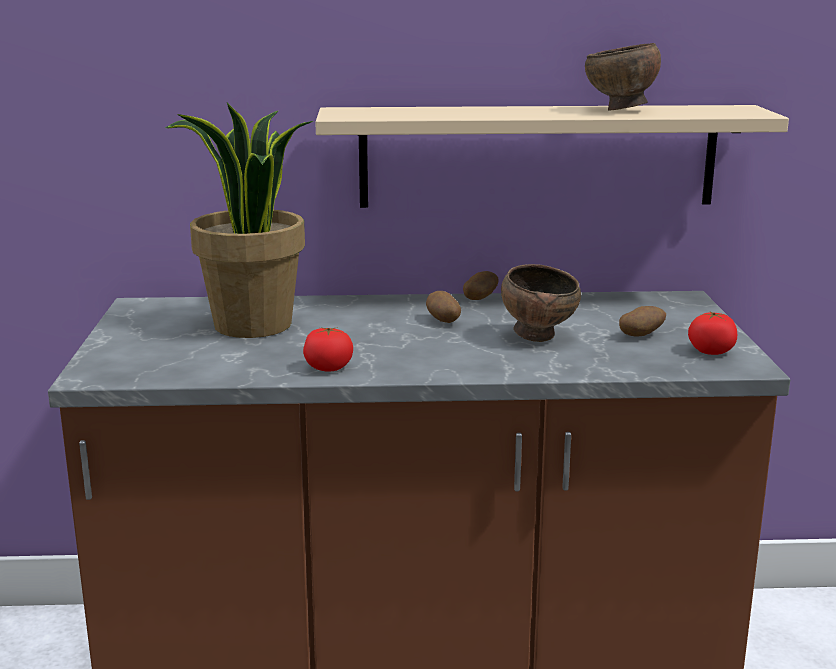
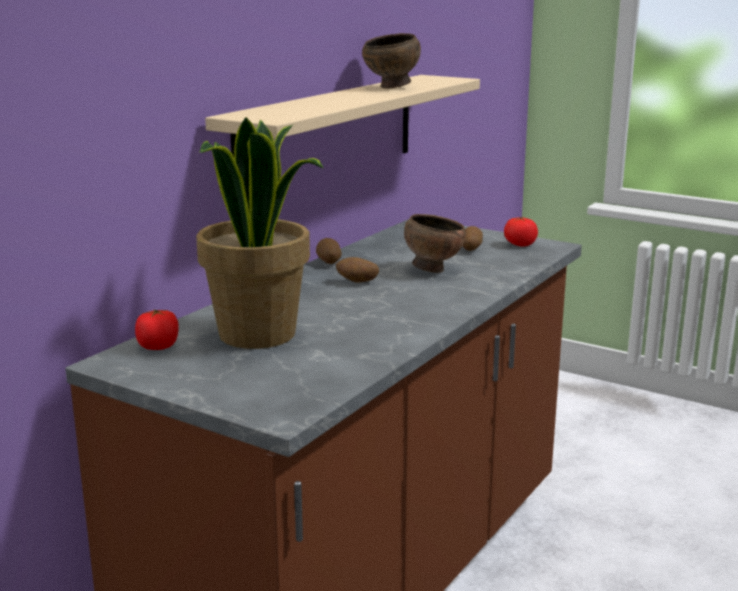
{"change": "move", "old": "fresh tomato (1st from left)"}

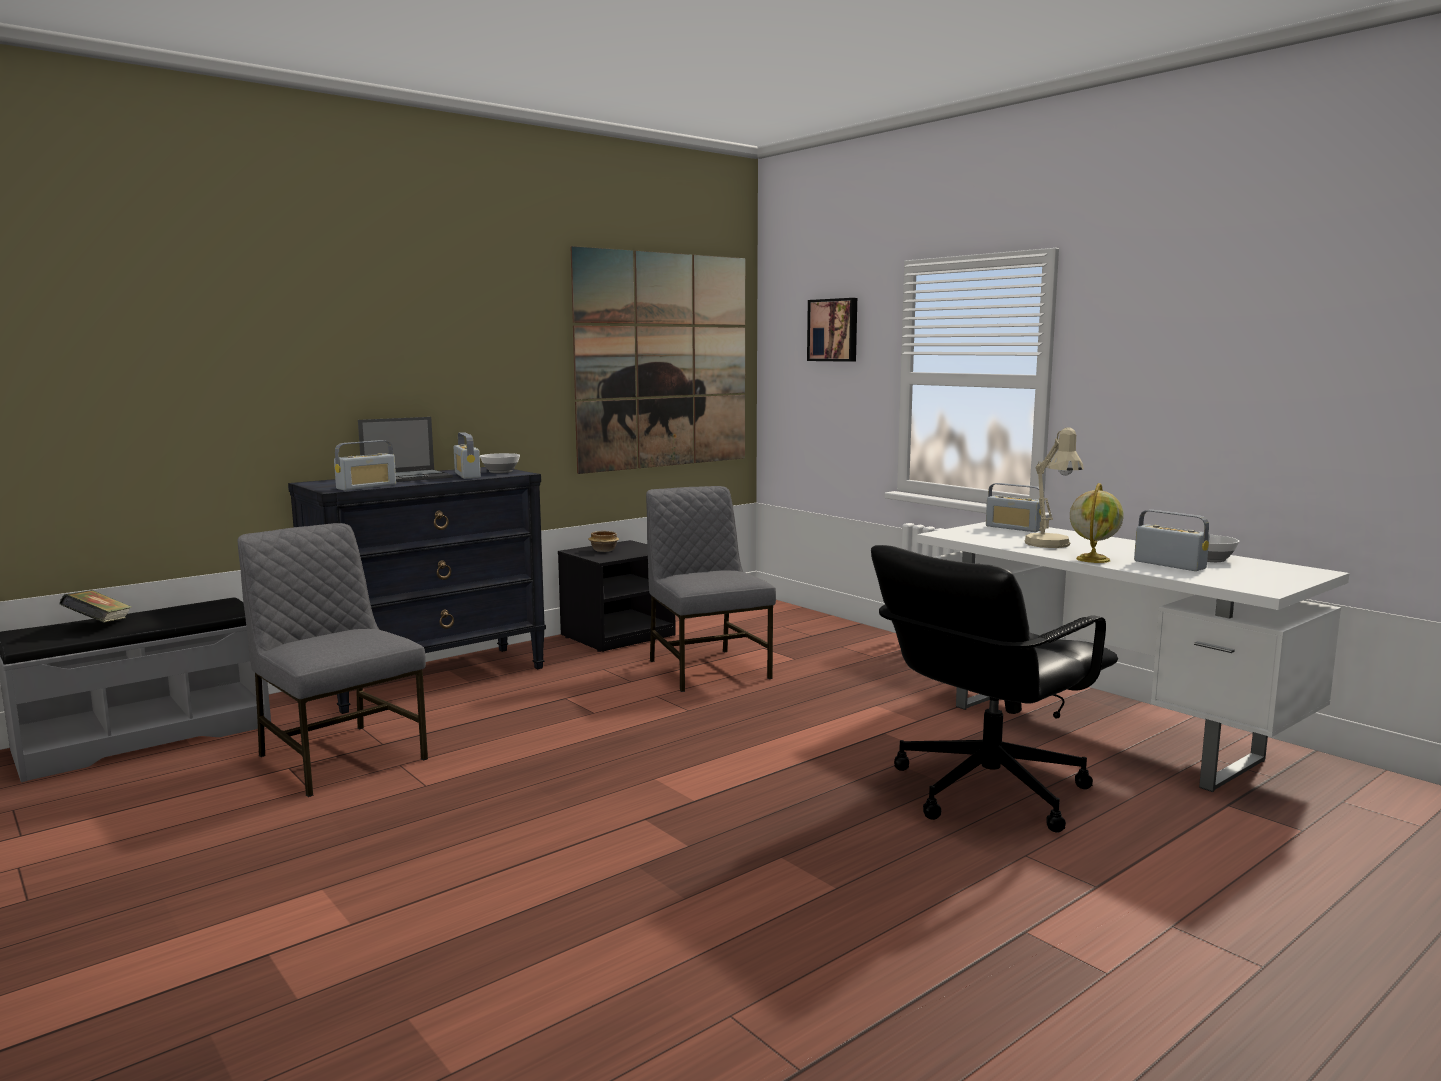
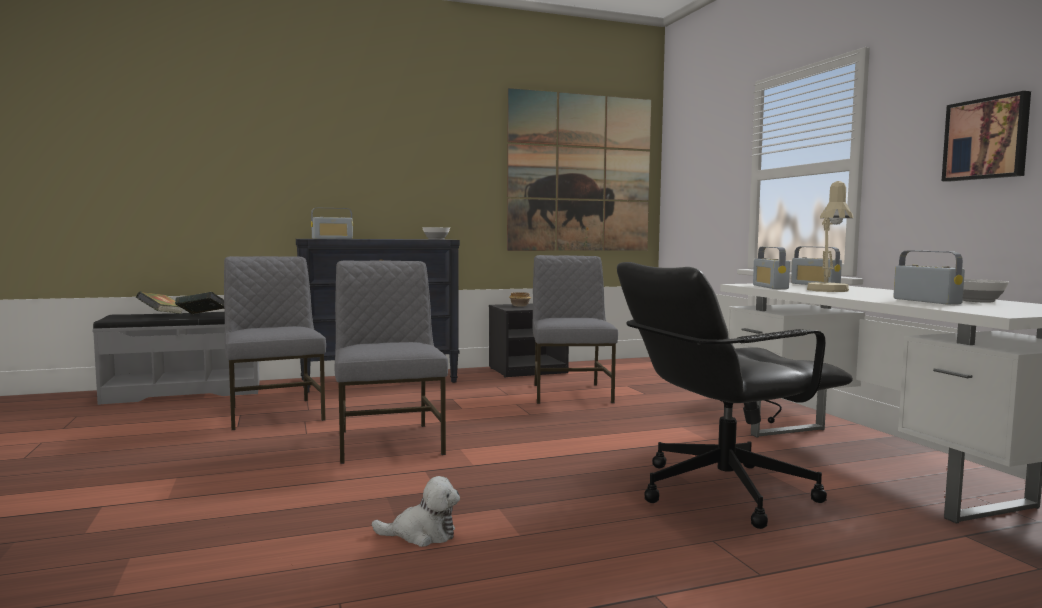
{"change": "delete", "old": "notebook computer"}
{"change": "move", "old": "radio set (2nd from left)"}
{"change": "move", "old": "wall art (2nd from left)"}
{"change": "delete", "old": "globe"}
{"change": "insert", "new": "volume (2nd from left)"}
{"change": "insert", "new": "plain chair in grey (2nd from left)"}
{"change": "insert", "new": "cuddly toy"}

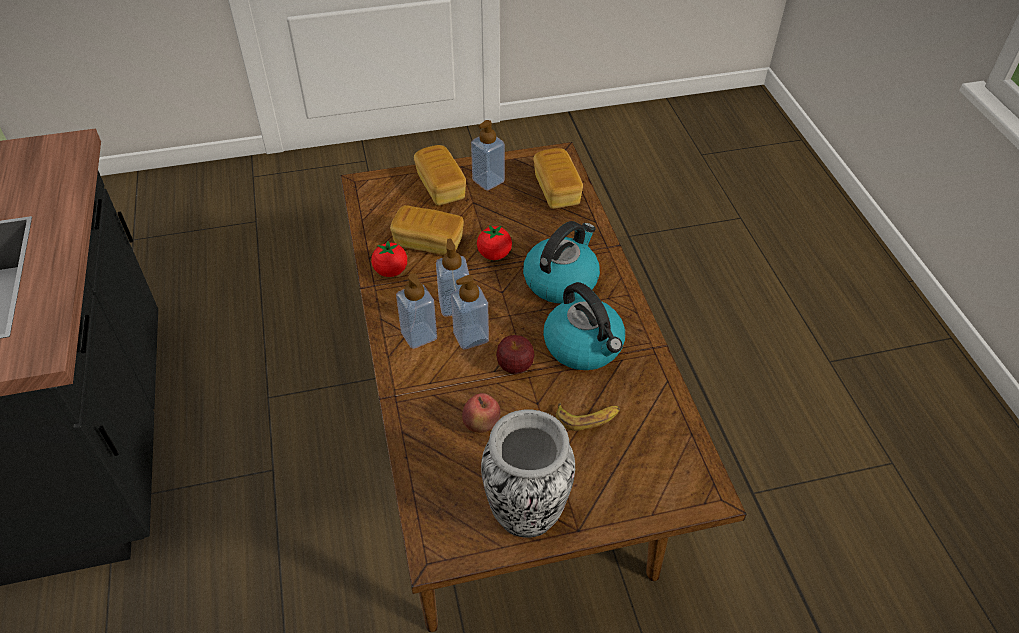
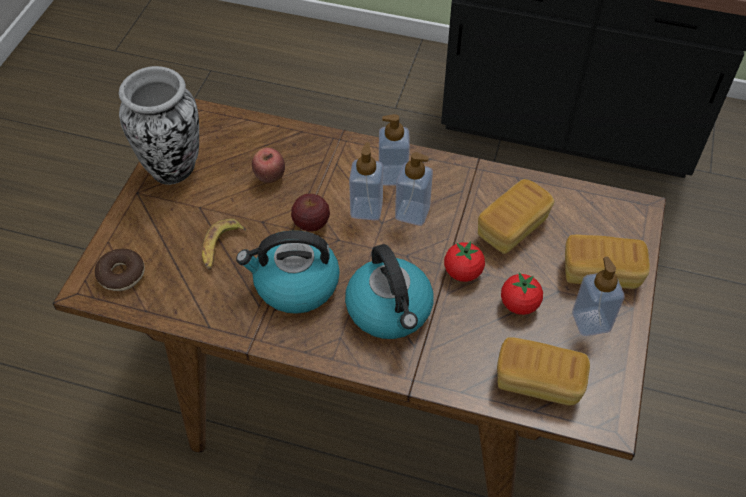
{"change": "move", "old": "fresh tomato (1st from left in the first image)", "new": "fresh tomato (2nd from left)"}
{"change": "insert", "new": "doughnut"}

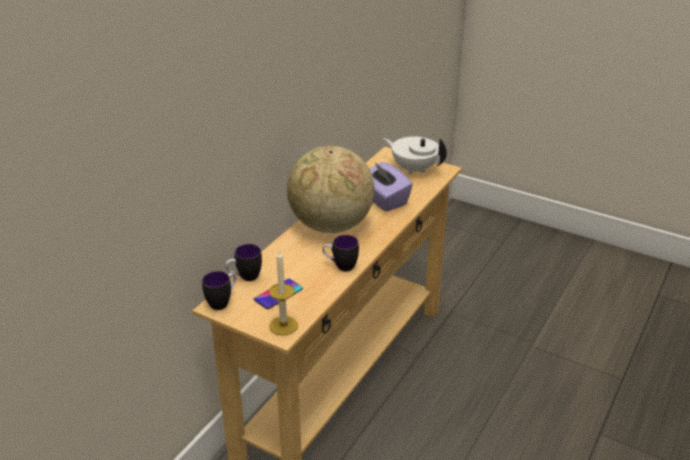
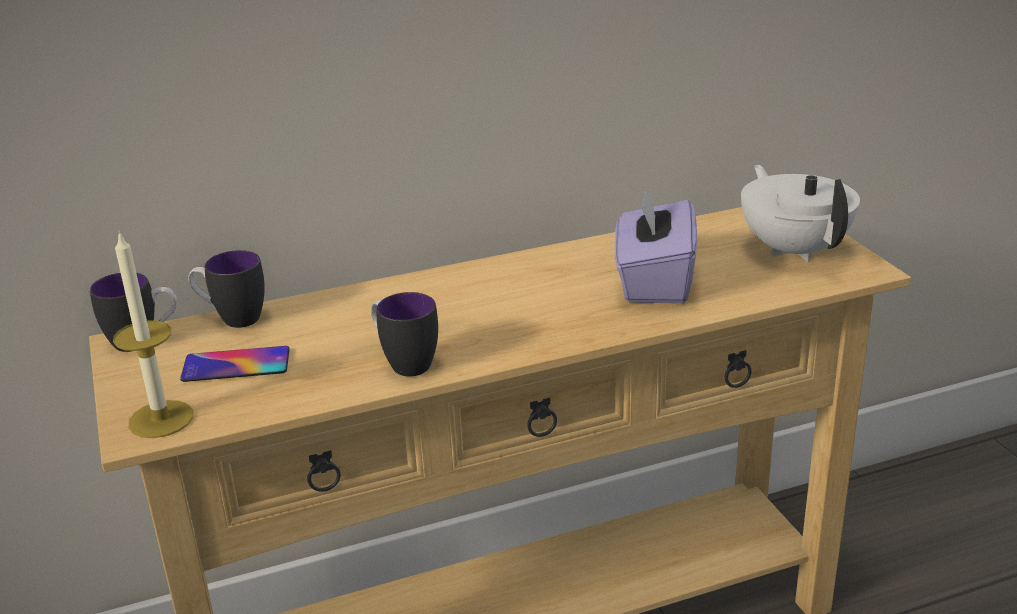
{"change": "delete", "old": "globe"}

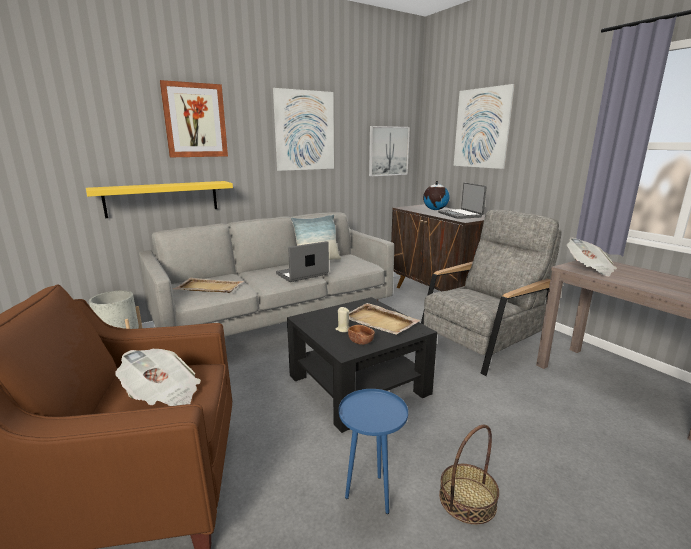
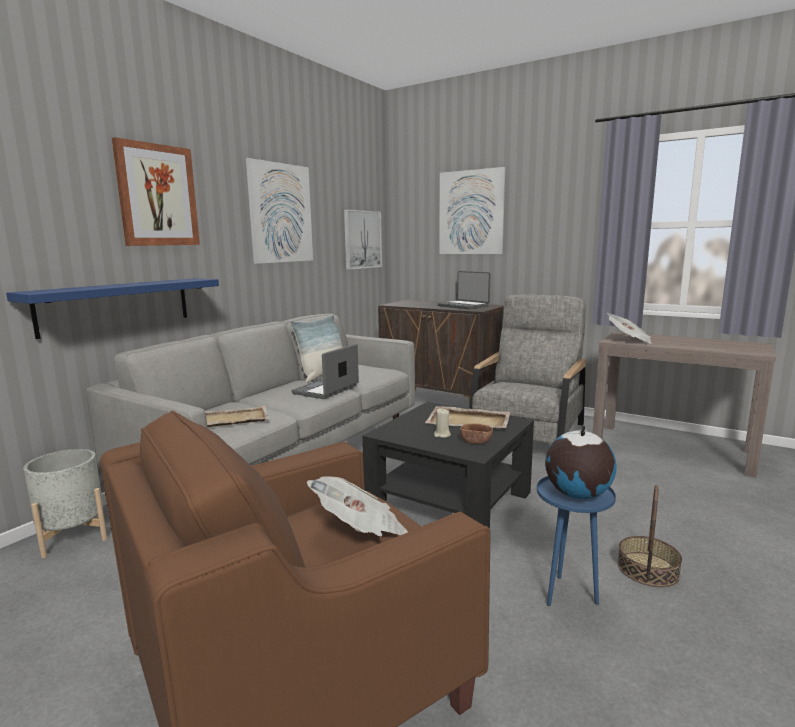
{"change": "recolor", "old": "shelf in yellow", "new": "shelf in blue"}
{"change": "move", "old": "globe"}

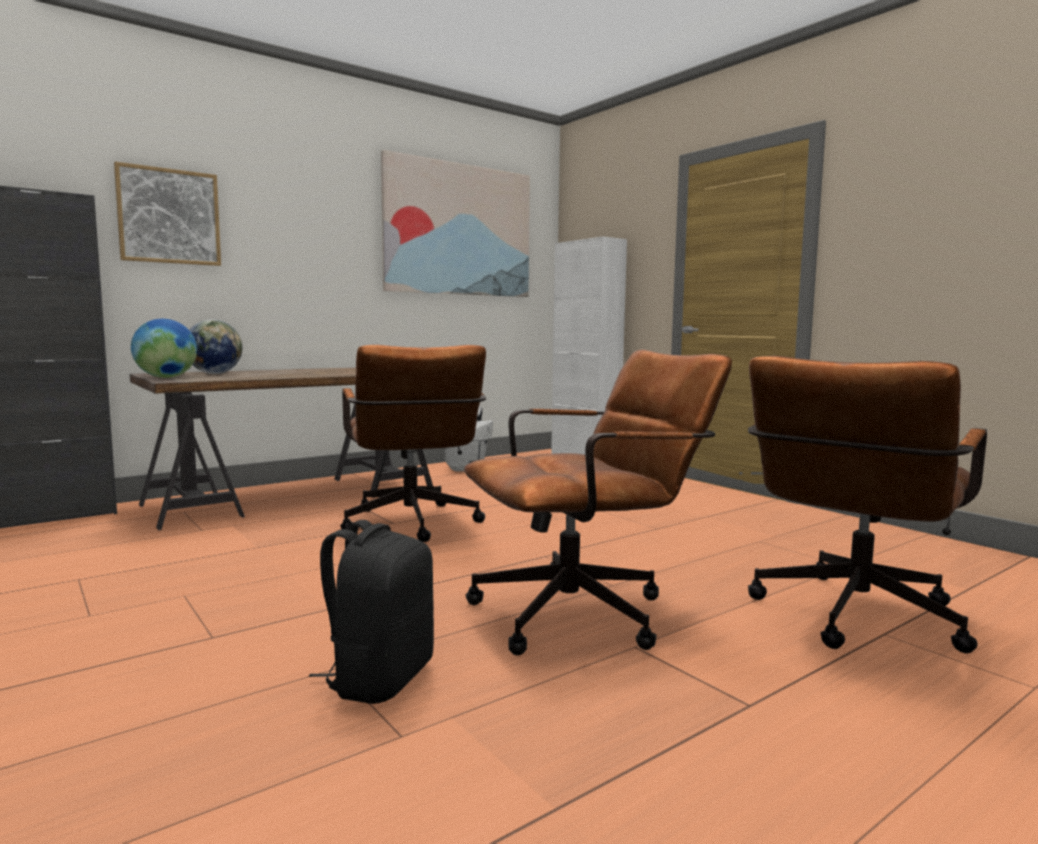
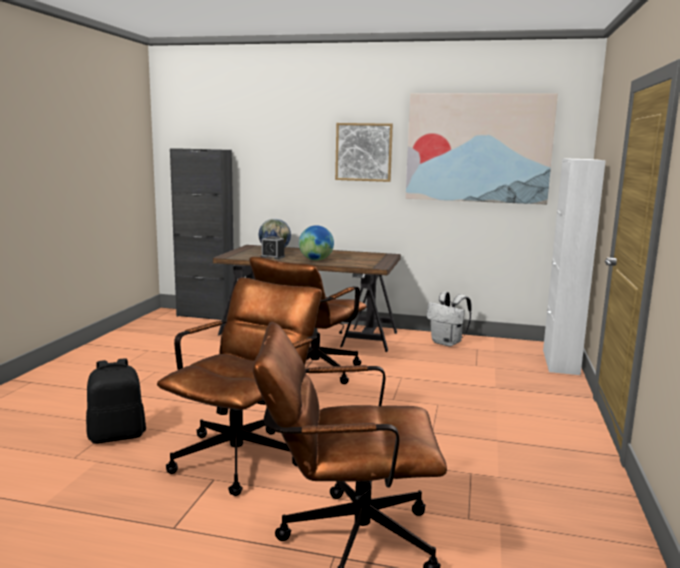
{"change": "move", "old": "wall art (1st from left)"}
{"change": "move", "old": "globe (1st from left in the first image)", "new": "globe (2nd from left)"}
{"change": "rotate", "old": "desk chair in brown (2nd from left in the first image)", "degrees": -90}
{"change": "insert", "new": "bedside clock"}

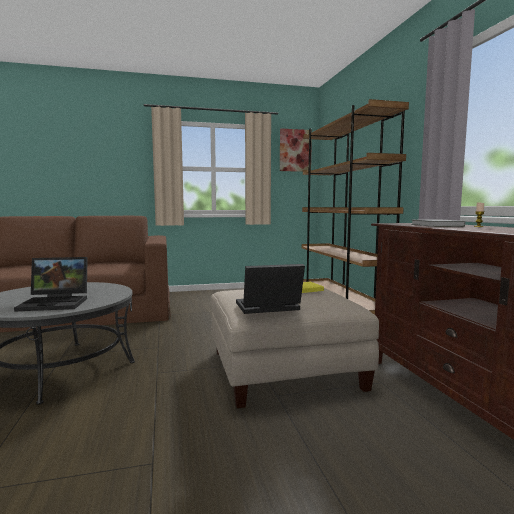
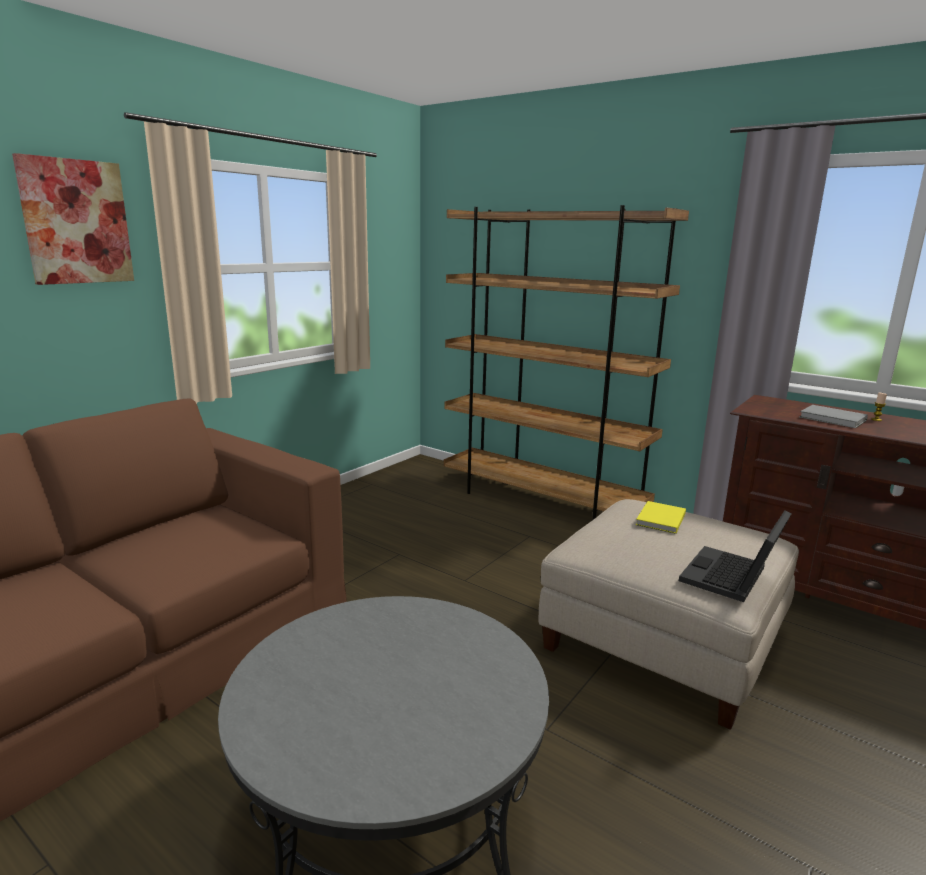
{"change": "delete", "old": "notebook computer (1st from left)"}
{"change": "move", "old": "wall art"}

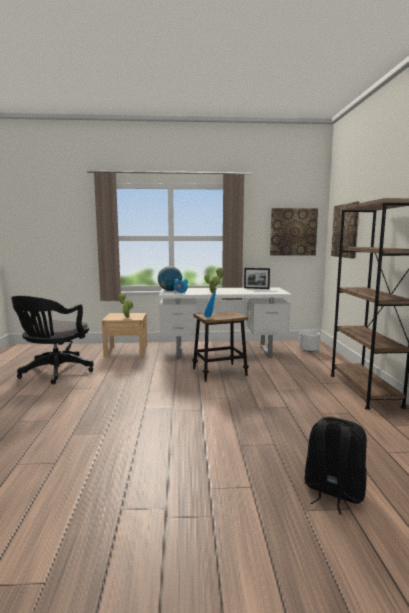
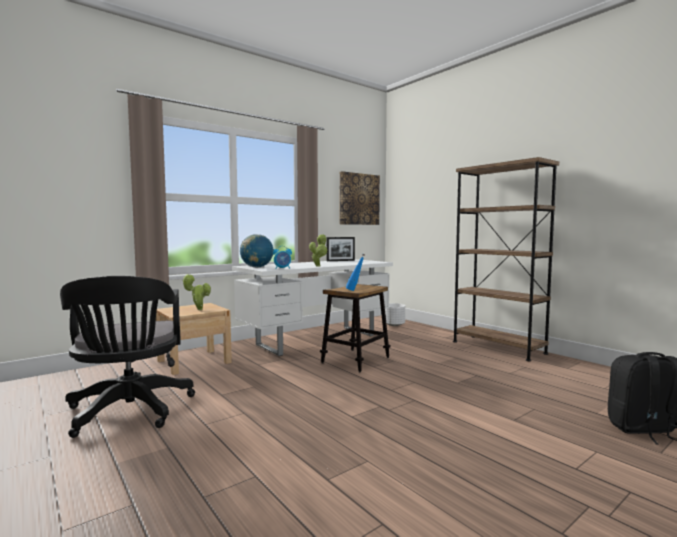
{"change": "delete", "old": "wall art (2nd from left)"}

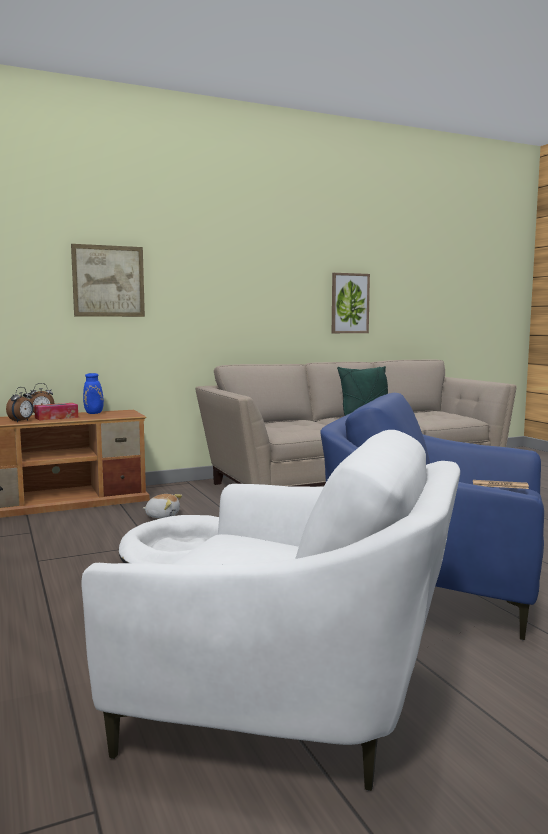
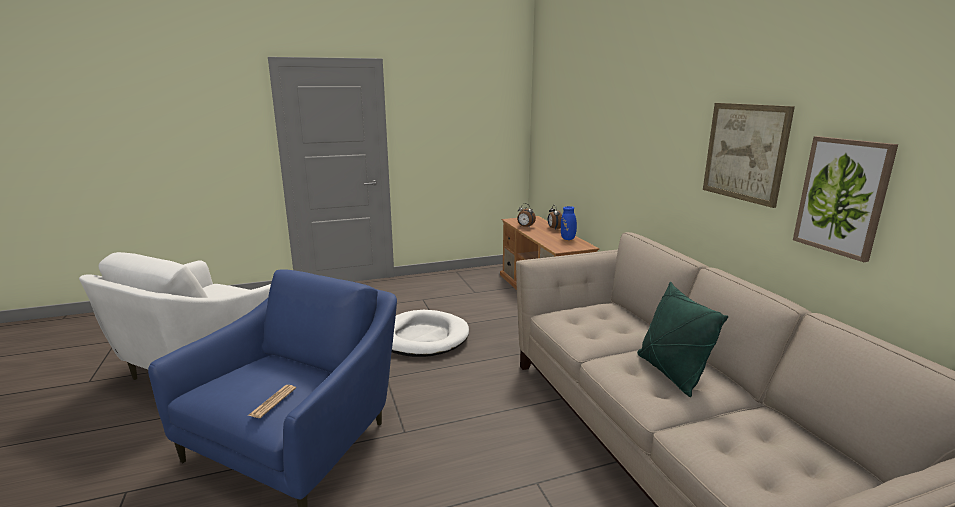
{"change": "delete", "old": "box of tissues"}
{"change": "move", "old": "wall art (1st from left)"}
{"change": "delete", "old": "cuddly toy"}

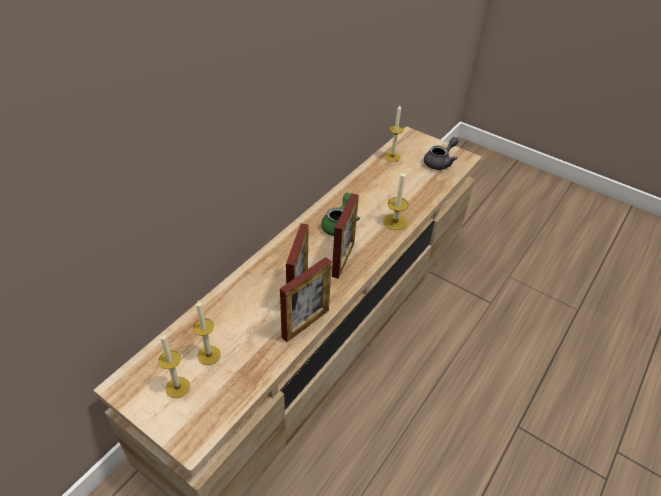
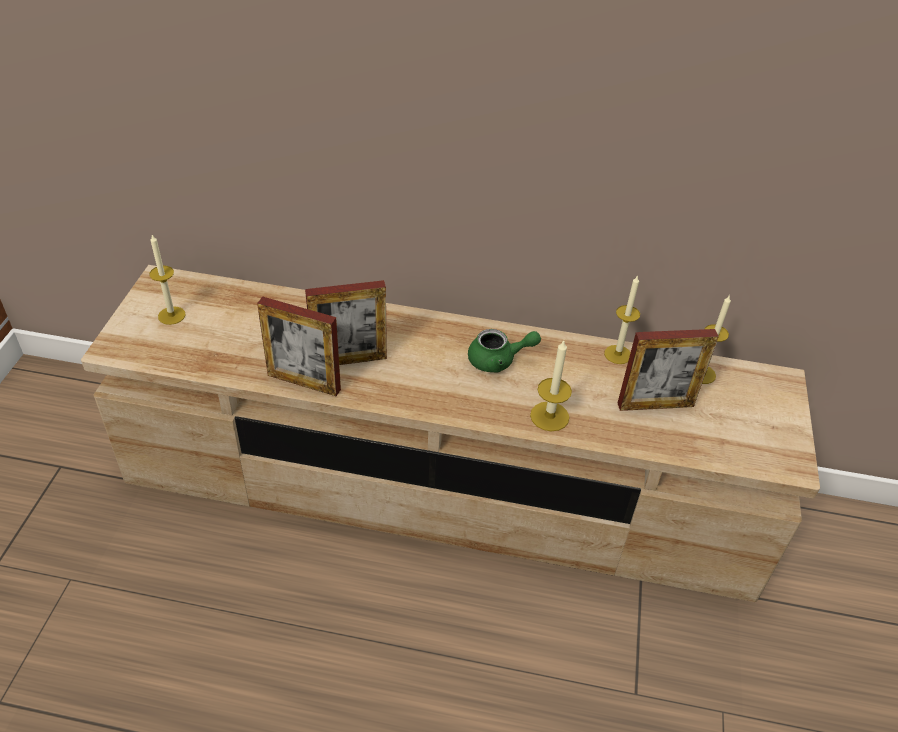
{"change": "move", "old": "wax light (2nd from left in the first image)", "new": "wax light (3rd from left)"}
{"change": "move", "old": "photo frame (3rd from left)"}
{"change": "delete", "old": "tea pot in grey"}

